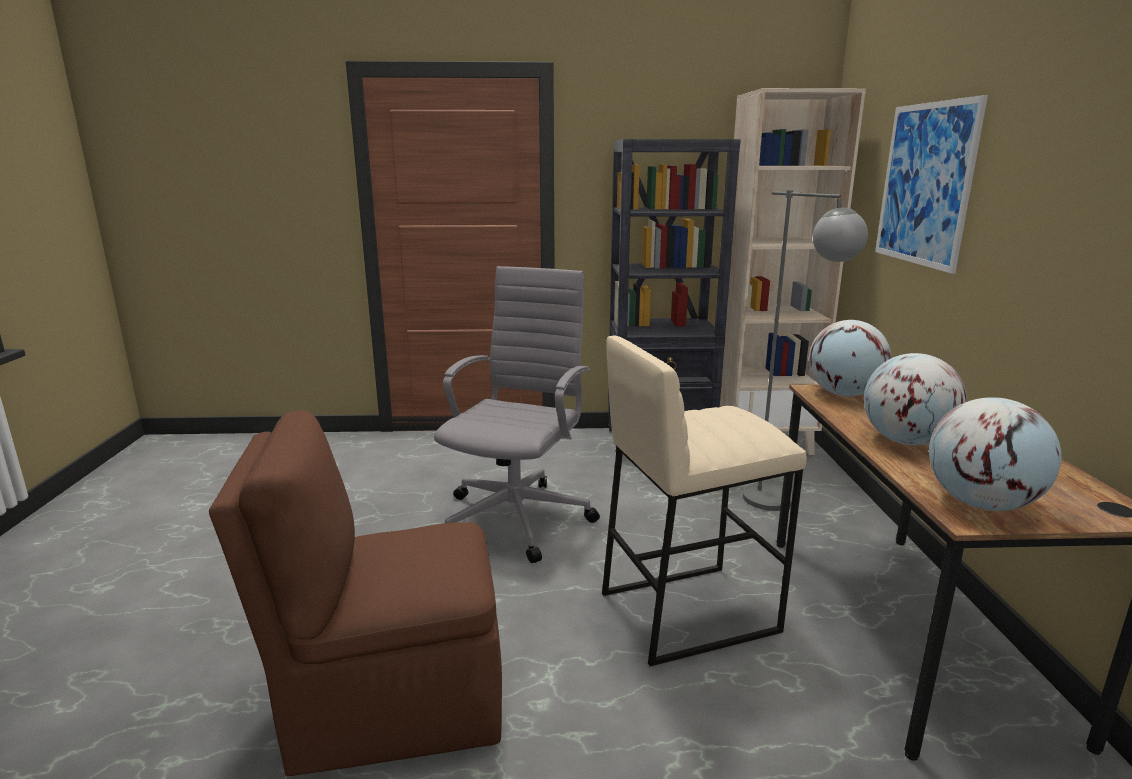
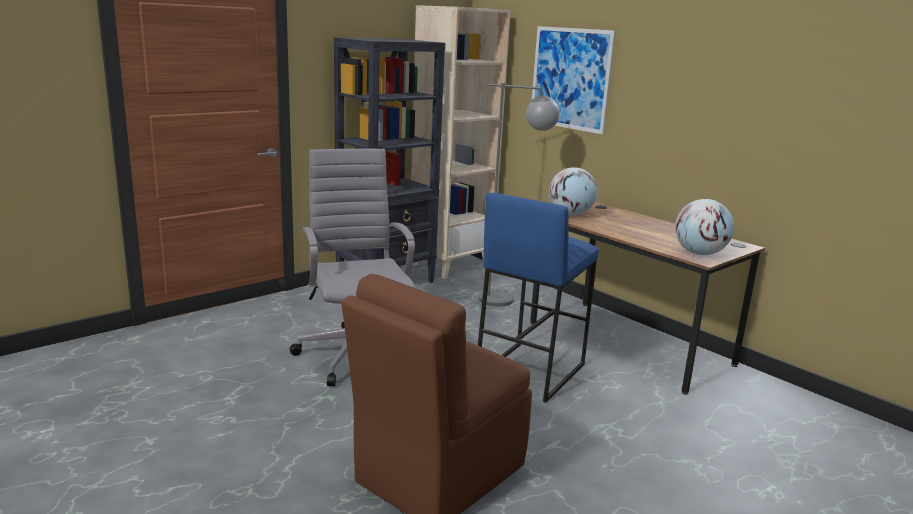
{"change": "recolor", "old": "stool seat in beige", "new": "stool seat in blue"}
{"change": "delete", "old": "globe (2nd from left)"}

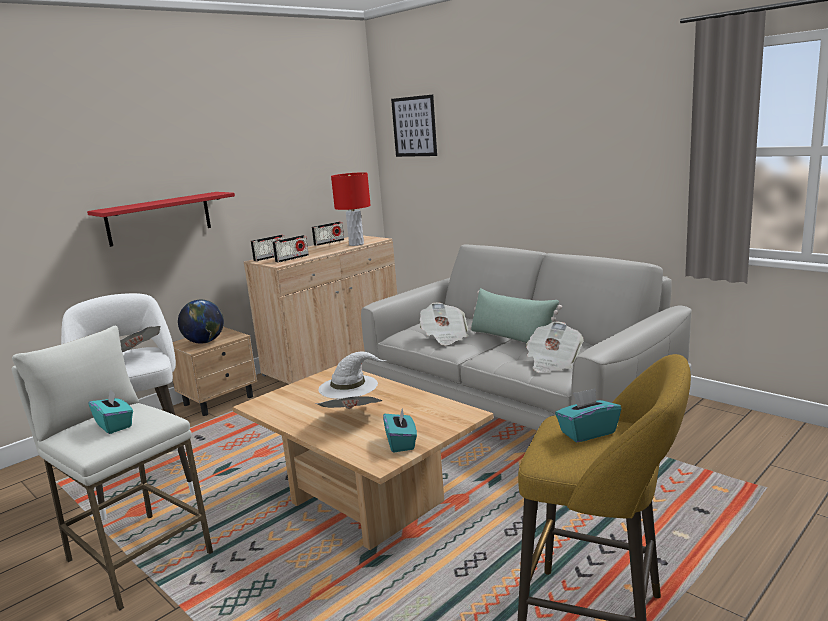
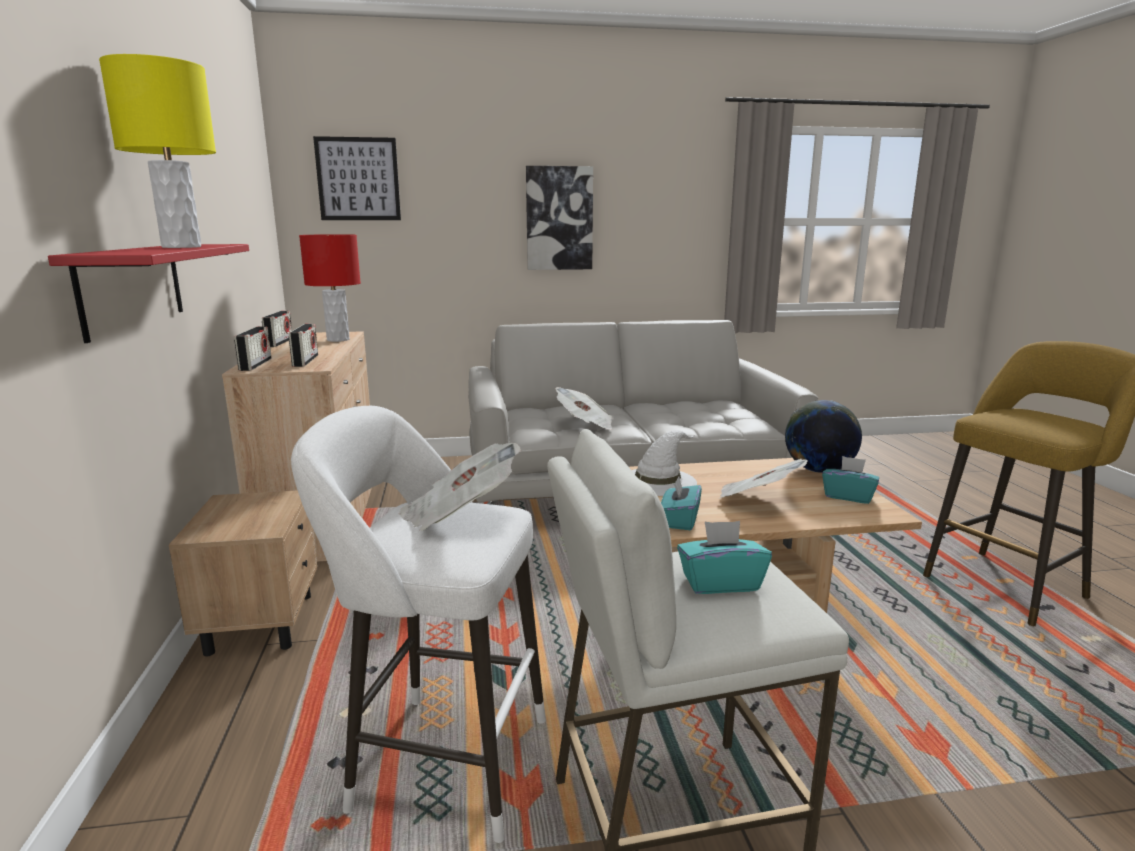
{"change": "move", "old": "globe"}
{"change": "delete", "old": "pillow in green"}
{"change": "delete", "old": "daily paper (4th from left)"}
{"change": "move", "old": "box of tissues in turquoise (3rd from left in the first image)", "new": "box of tissues in turquoise (1st from left)"}
{"change": "insert", "new": "table lamp in yellow"}
{"change": "insert", "new": "wall art (2nd from left)"}

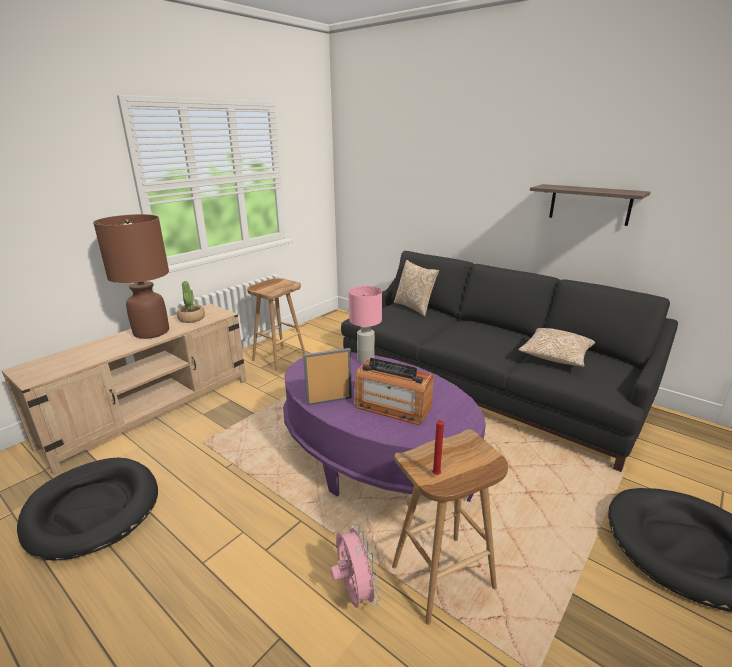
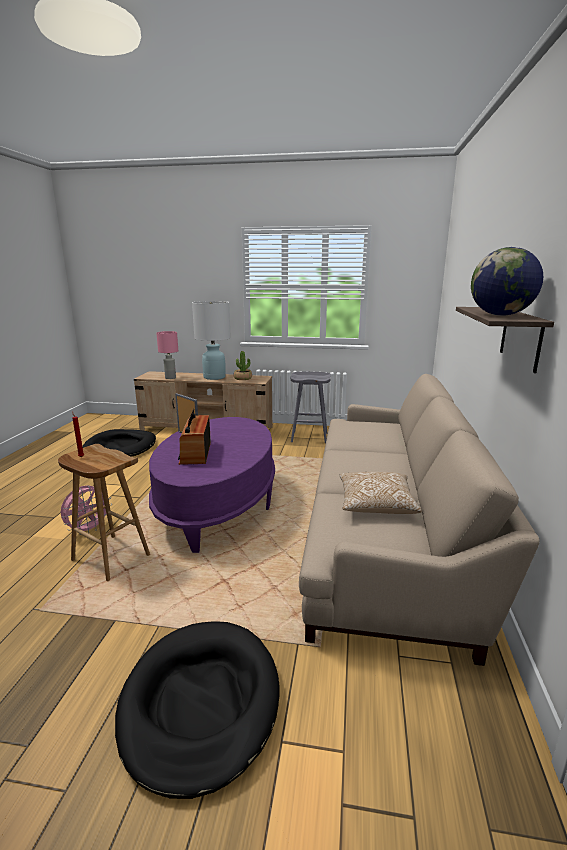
{"change": "recolor", "old": "table lamp in brown", "new": "table lamp in whitish"}
{"change": "recolor", "old": "stool seat in brown (1st from left)", "new": "stool seat in grey"}
{"change": "recolor", "old": "settee in black", "new": "settee in beige"}
{"change": "move", "old": "table lamp in pink"}
{"change": "delete", "old": "pillow (1st from left)"}
{"change": "insert", "new": "globe"}

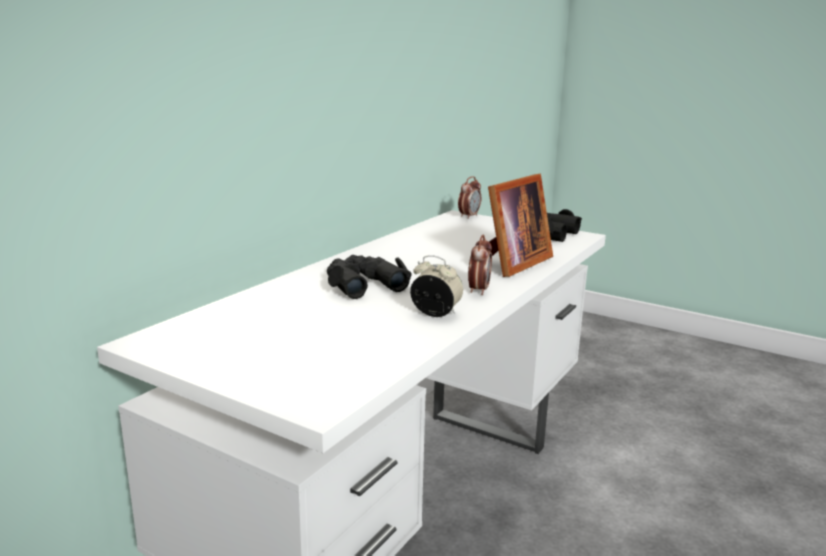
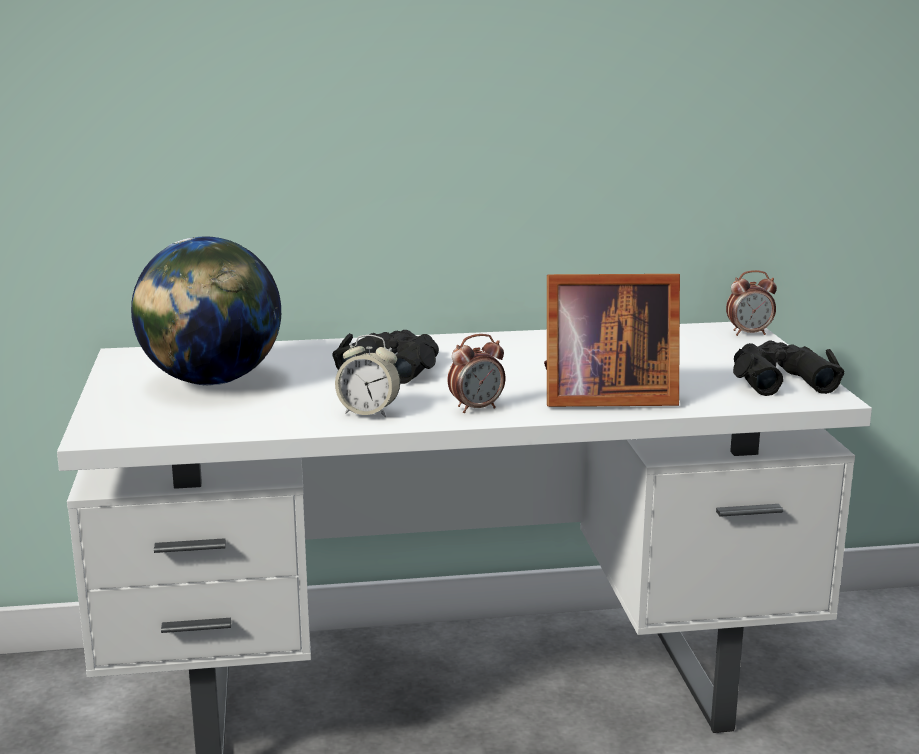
{"change": "rotate", "old": "bedside clock (1st from left)", "degrees": 120}
{"change": "insert", "new": "globe"}

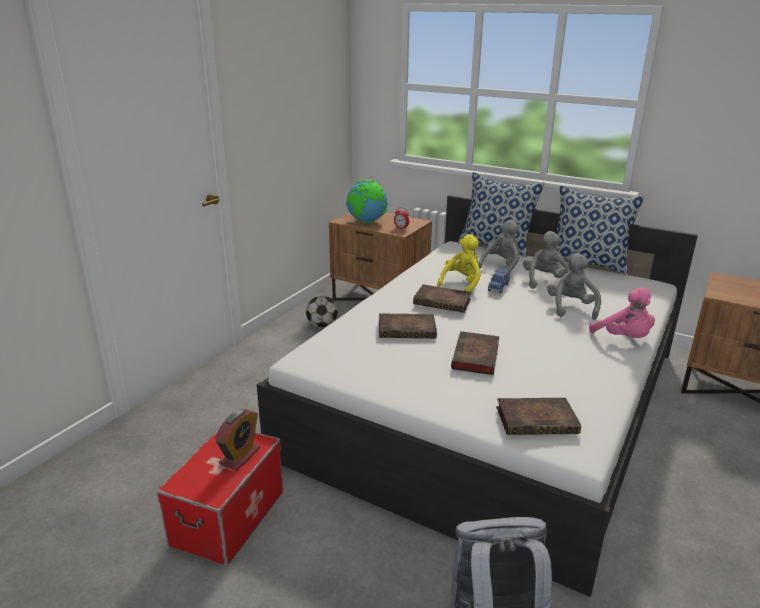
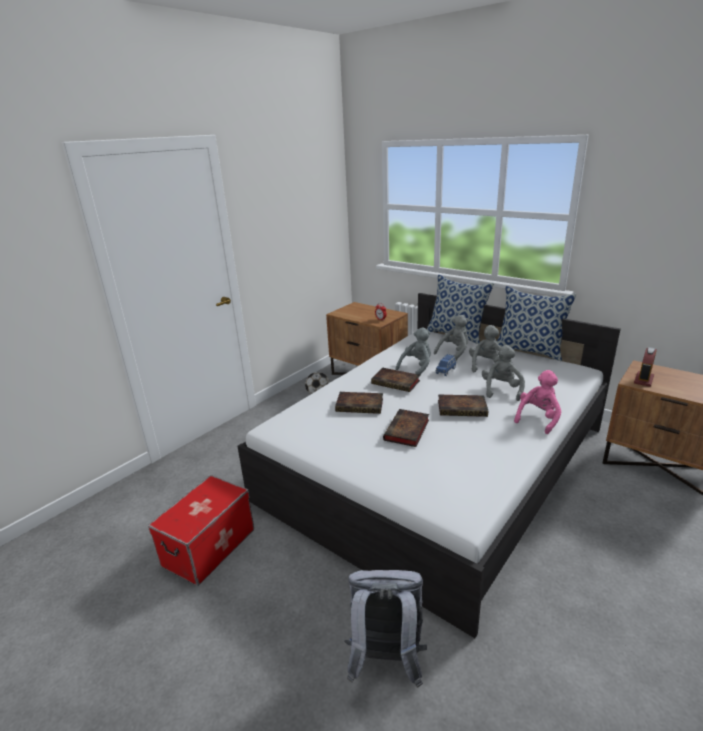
{"change": "move", "old": "bedside clock (1st from left in the first image)", "new": "bedside clock (2nd from left)"}
{"change": "delete", "old": "globe"}
{"change": "recolor", "old": "cuddly toy in yellow", "new": "cuddly toy in grey (1st from left)"}
{"change": "move", "old": "volume (4th from left)"}
{"change": "rotate", "old": "cuddly toy in pink", "degrees": -120}

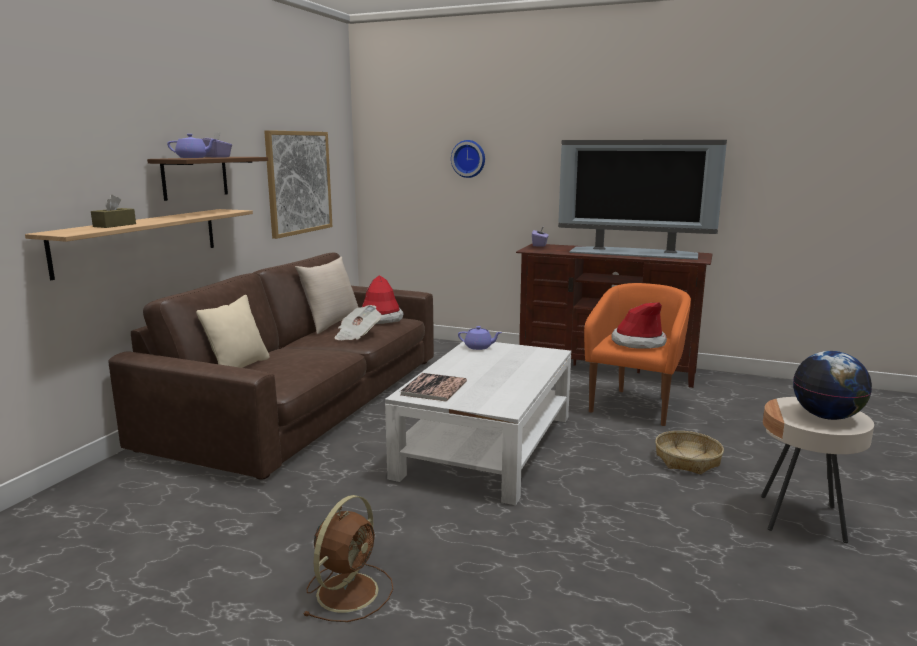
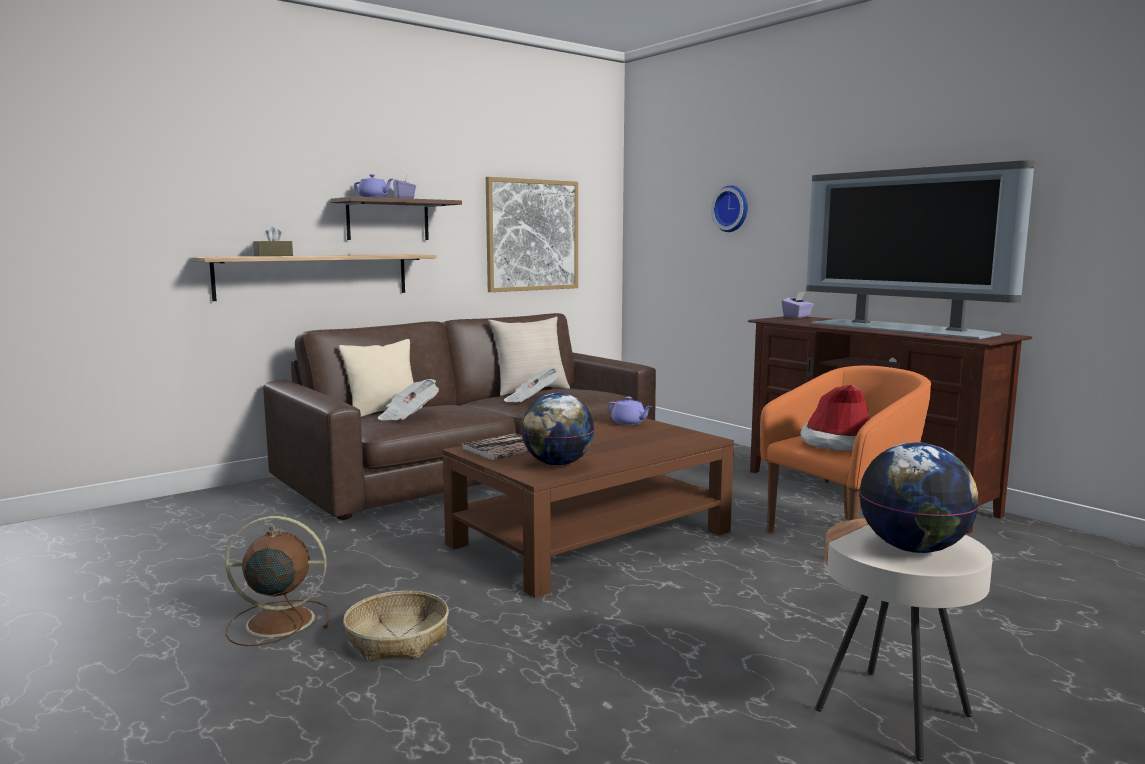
{"change": "rotate", "old": "fan in brown", "degrees": -150}
{"change": "delete", "old": "wearable hat (1st from left)"}
{"change": "recolor", "old": "coffee table in whitish", "new": "coffee table in brown"}
{"change": "move", "old": "basket"}
{"change": "insert", "new": "daily paper (1st from left)"}
{"change": "insert", "new": "globe (1st from left)"}

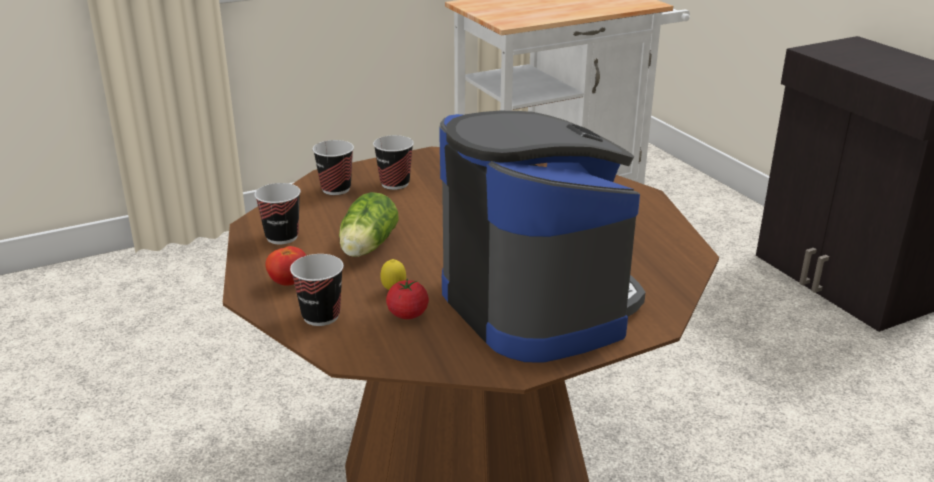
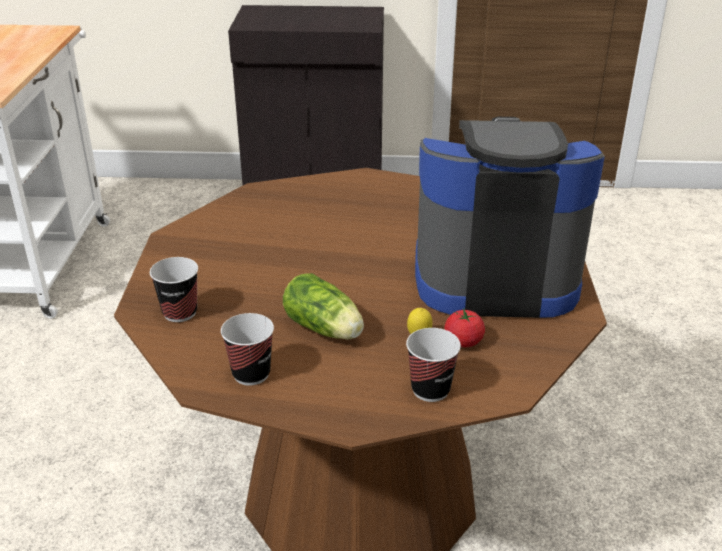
{"change": "delete", "old": "fresh tomato (1st from left)"}
{"change": "delete", "old": "drinking cup (4th from left)"}

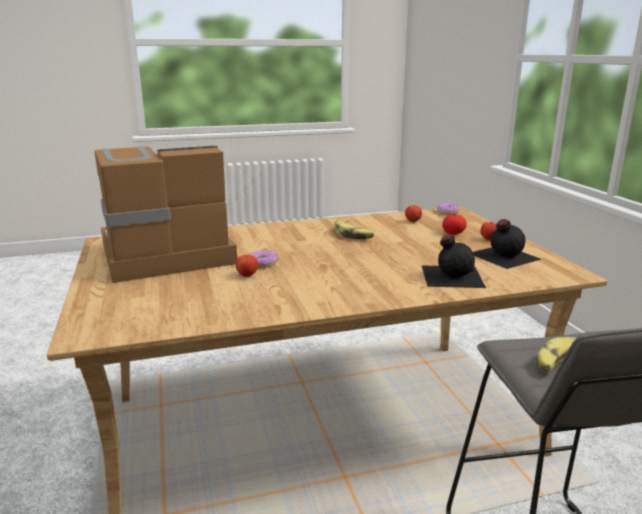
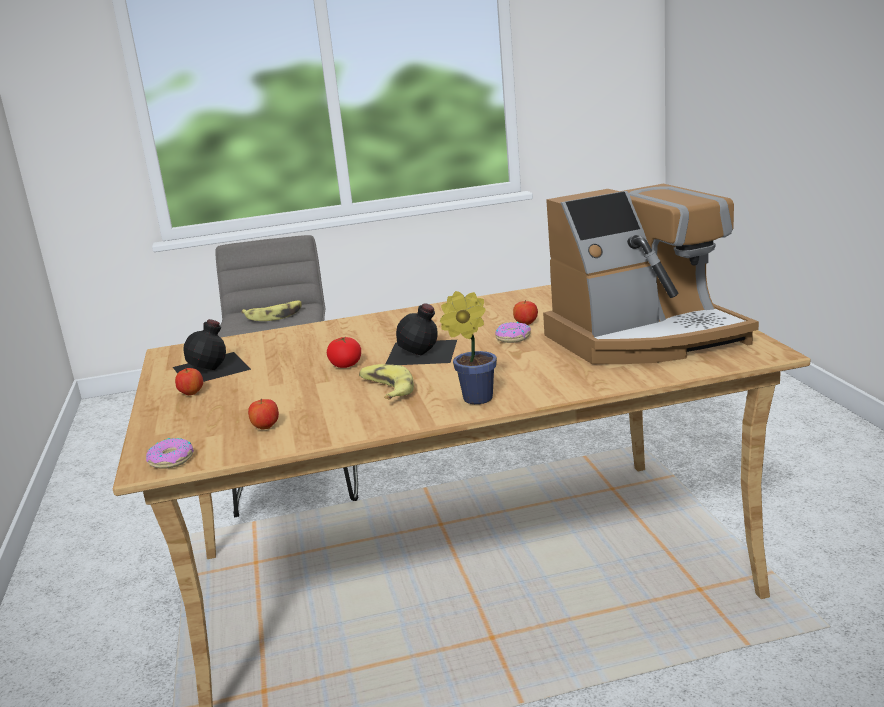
{"change": "move", "old": "beverage bottle in black (1st from left in the first image)", "new": "beverage bottle in black (2nd from left)"}
{"change": "move", "old": "fresh tomato"}
{"change": "insert", "new": "houseplant"}

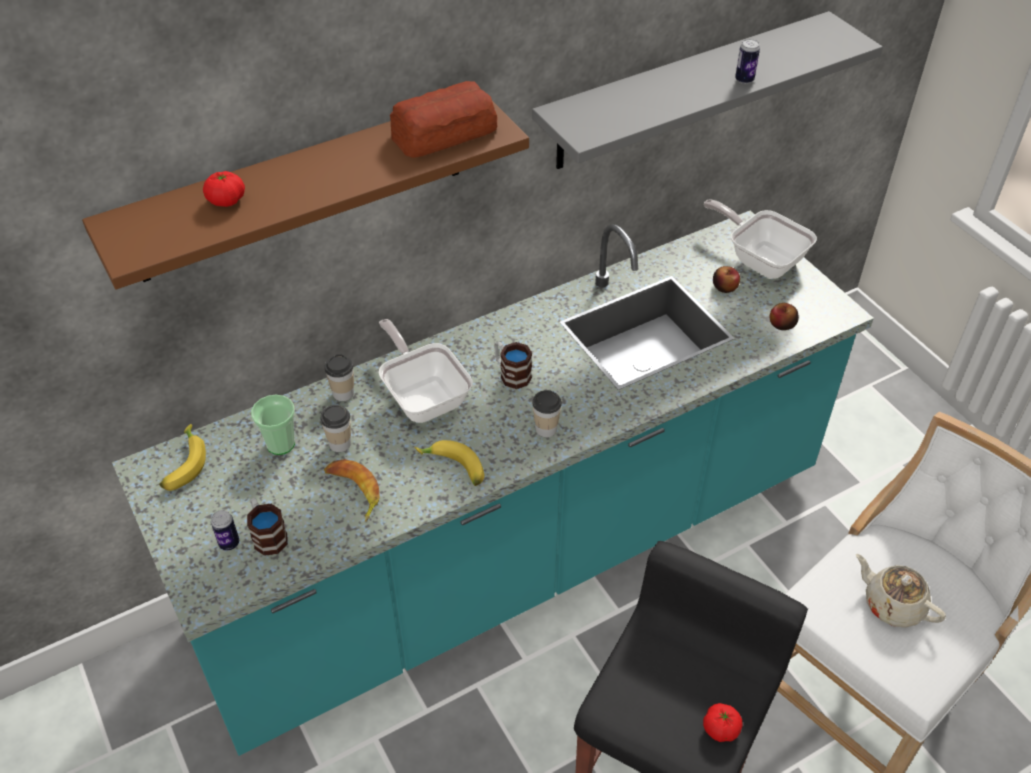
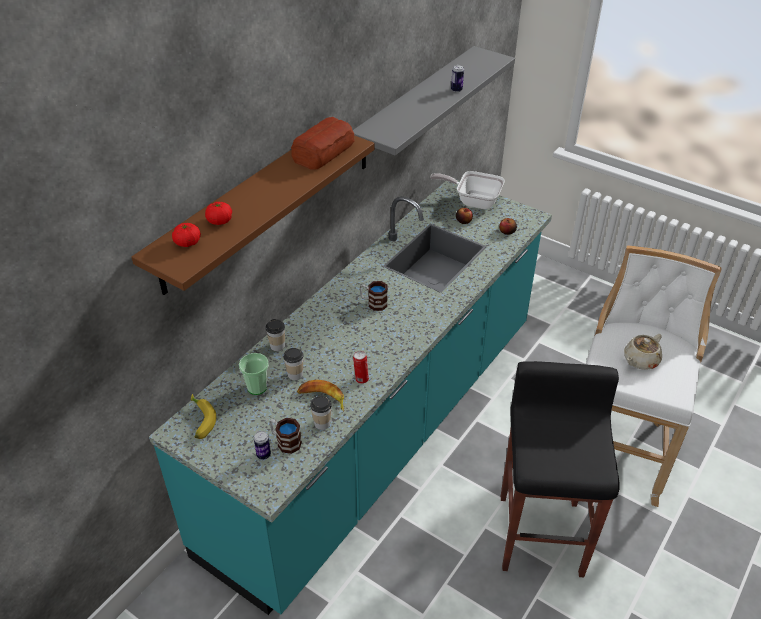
{"change": "delete", "old": "skillet (1st from left)"}
{"change": "delete", "old": "banana (3rd from left)"}
{"change": "move", "old": "drinking cup (4th from left)"}
{"change": "move", "old": "fresh tomato (2nd from left in the first image)", "new": "fresh tomato (1st from left)"}
{"change": "rotate", "old": "tea pot in beige", "degrees": -60}
{"change": "insert", "new": "can (2nd from left)"}

